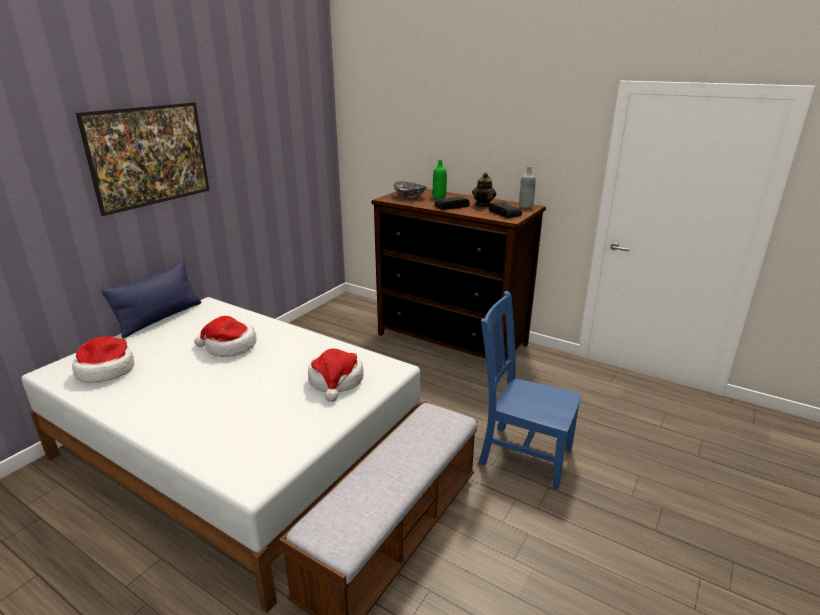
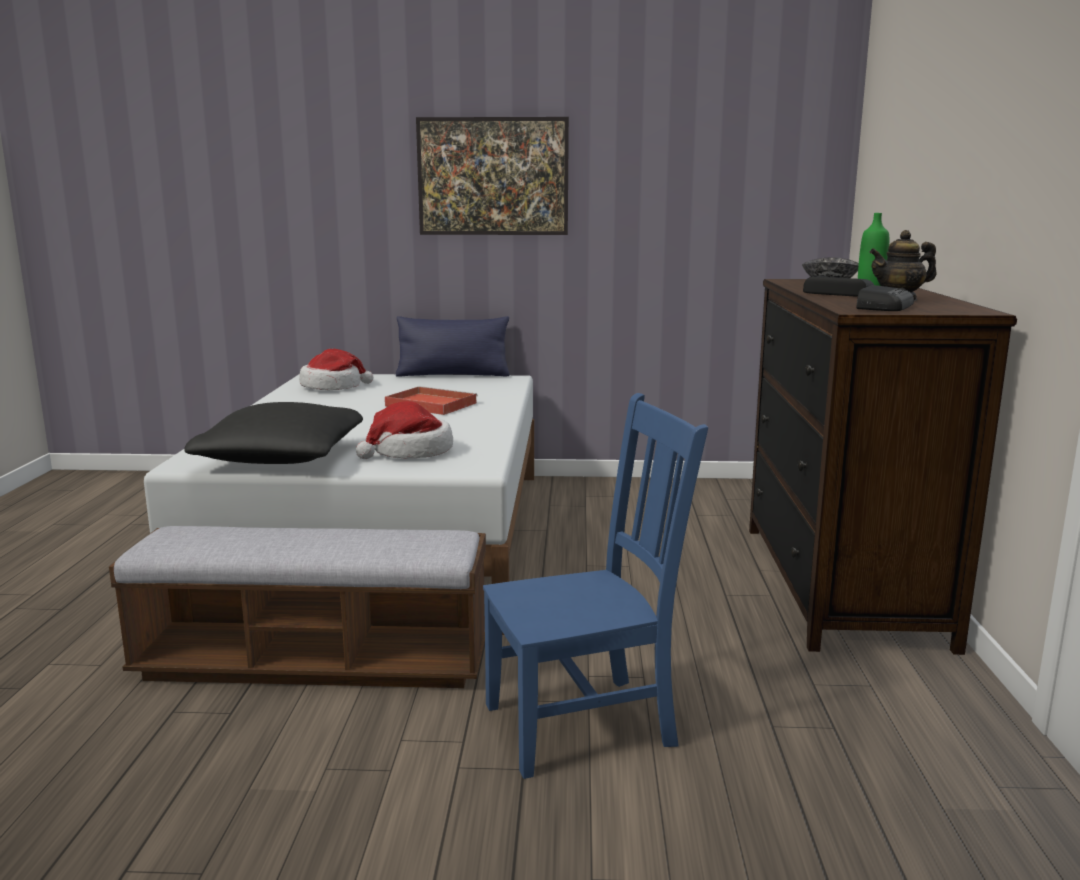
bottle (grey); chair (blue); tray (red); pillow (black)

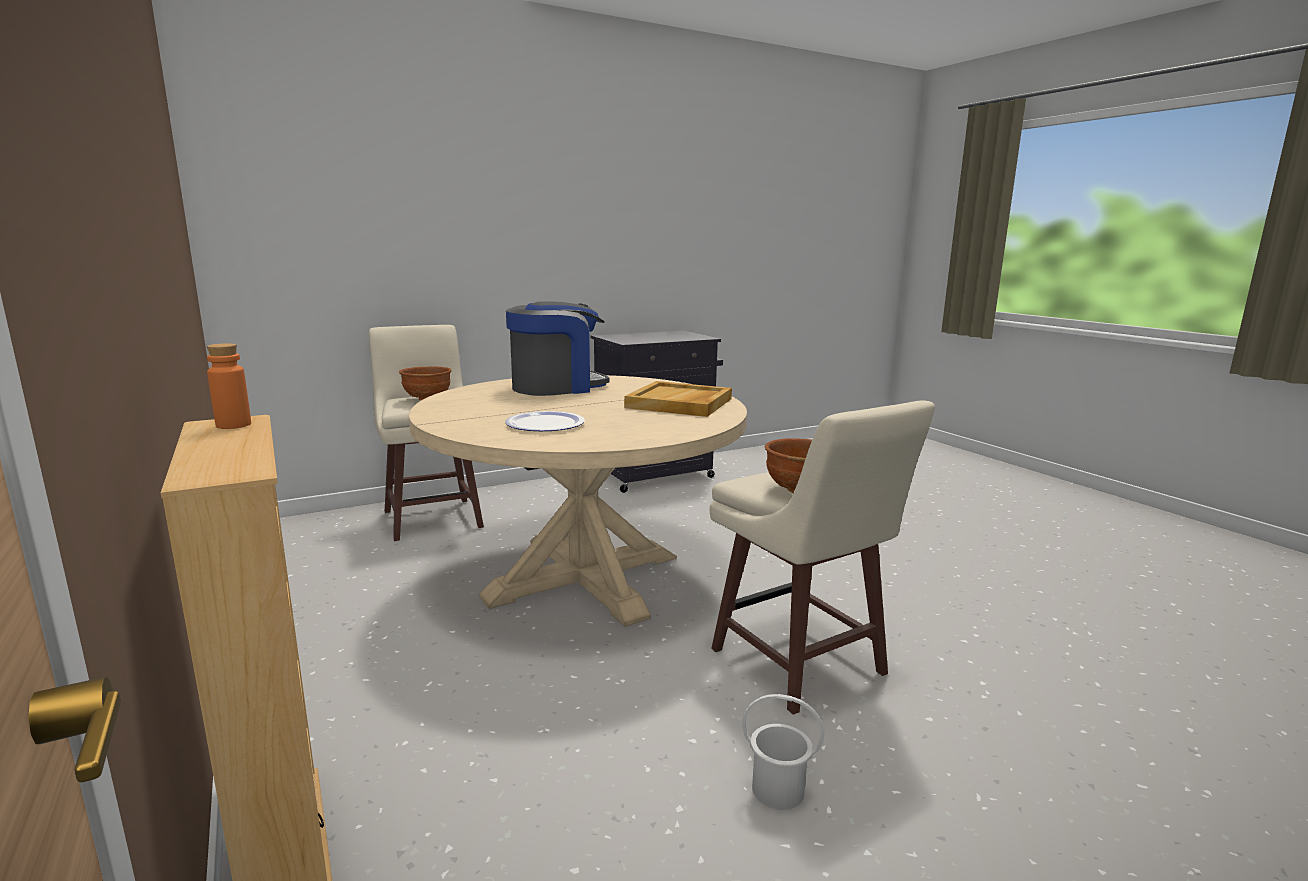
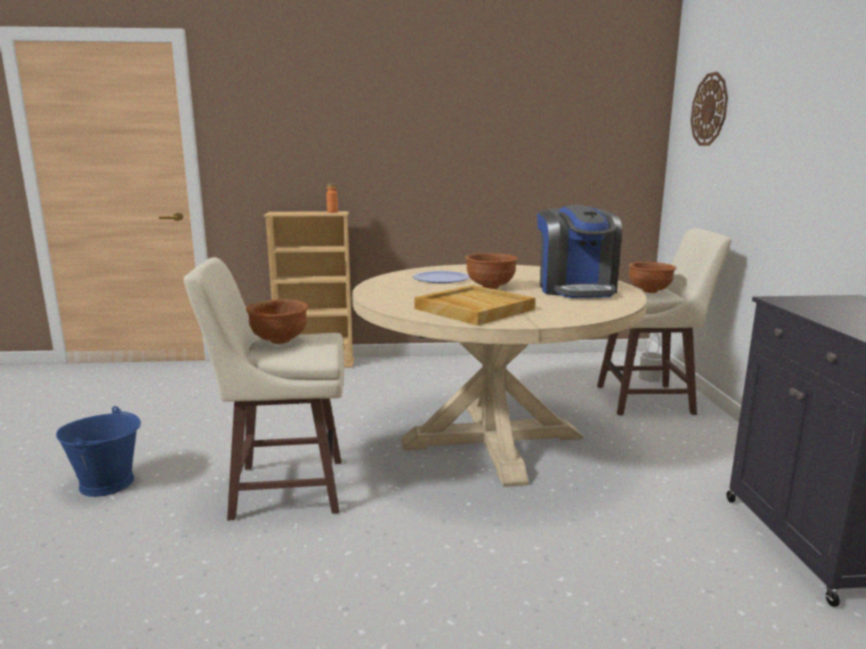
bucket (white); wall clock; bowl (brown) (no. 2 from left); bucket (blue)

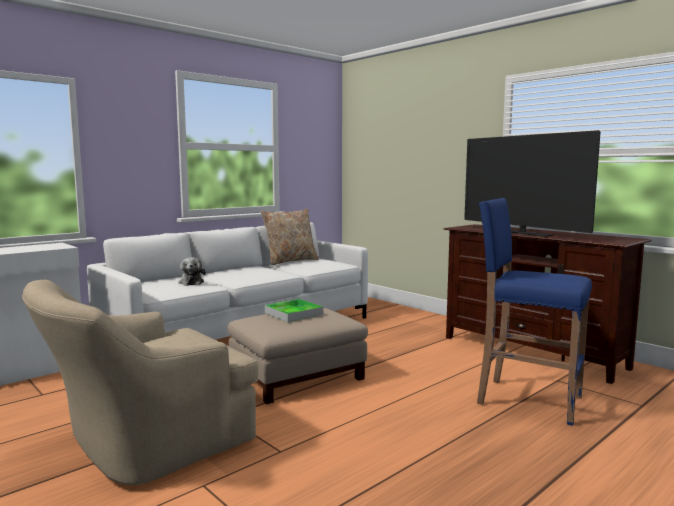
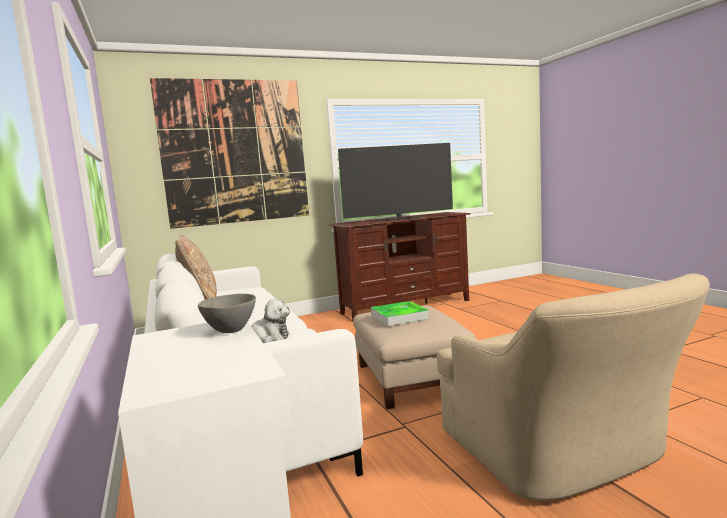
stool (blue); picture; bowl (grey)

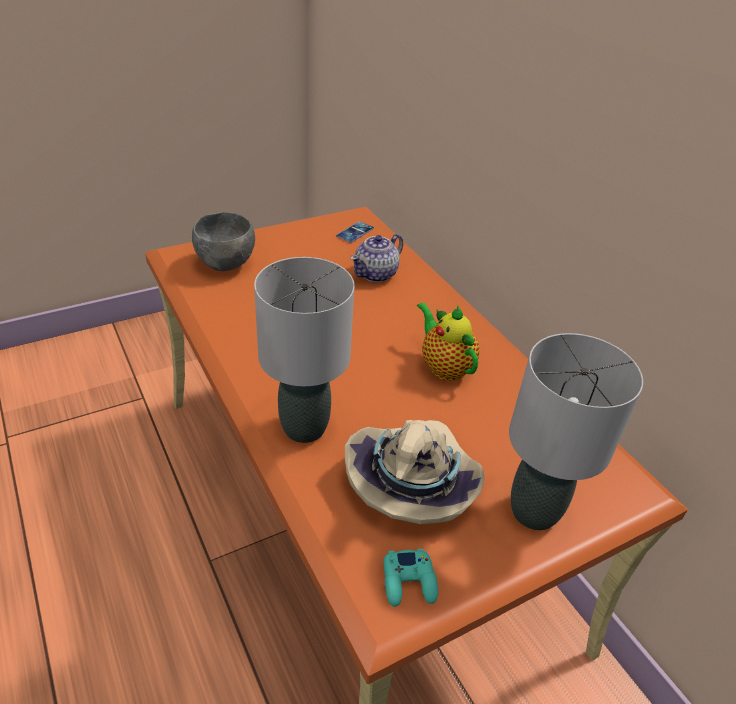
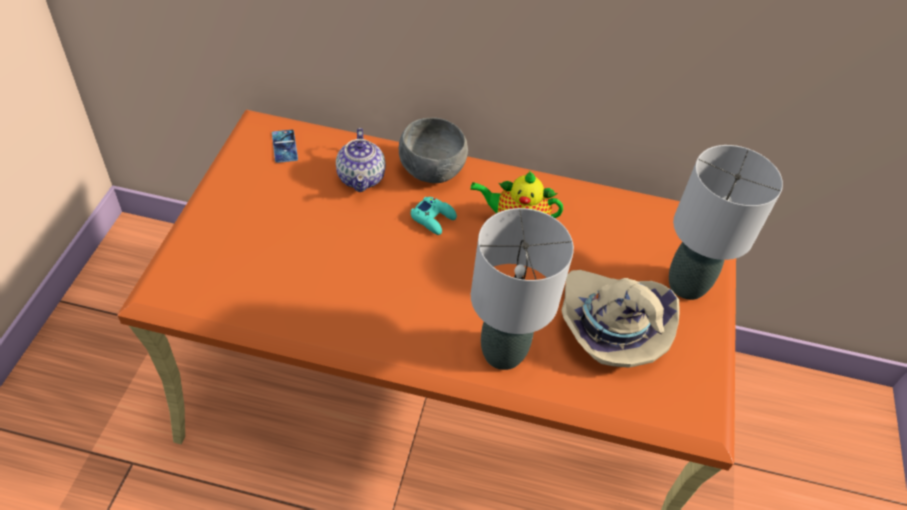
bowl (grey); game controller (turquoise)

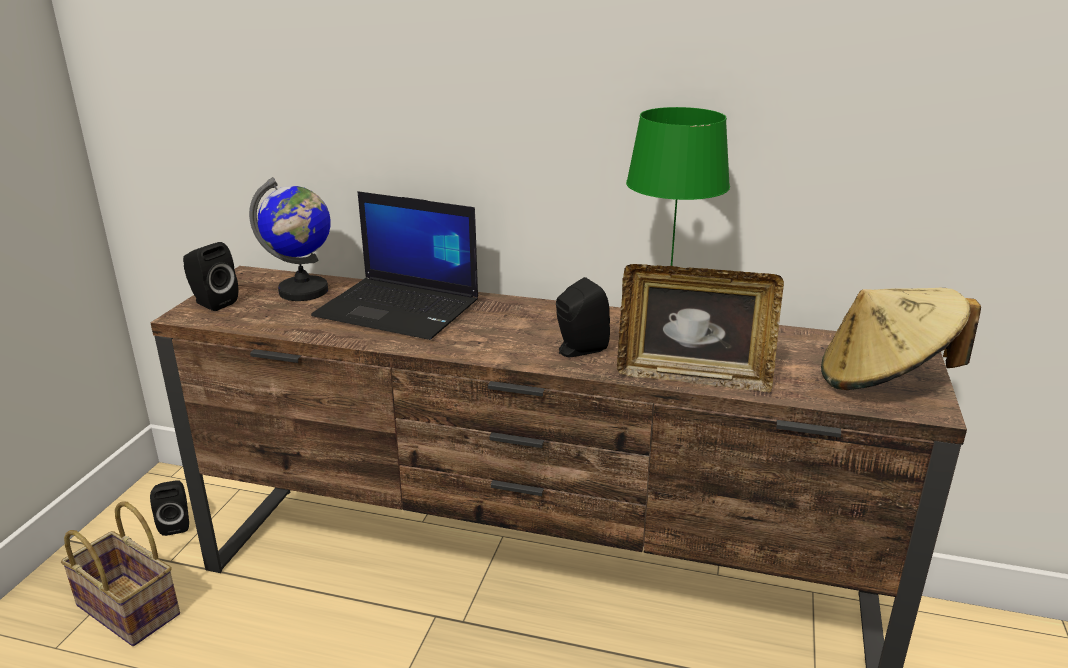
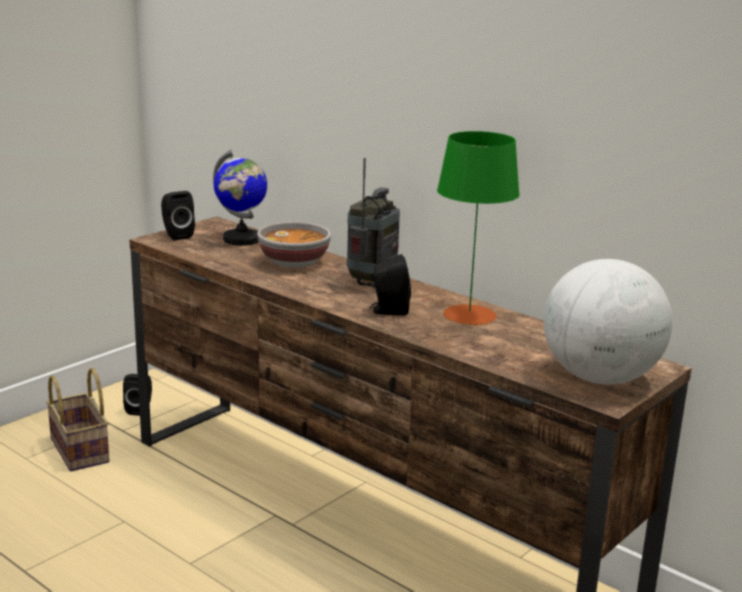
bowl; picture frame; globe (no. 2 from left); radio

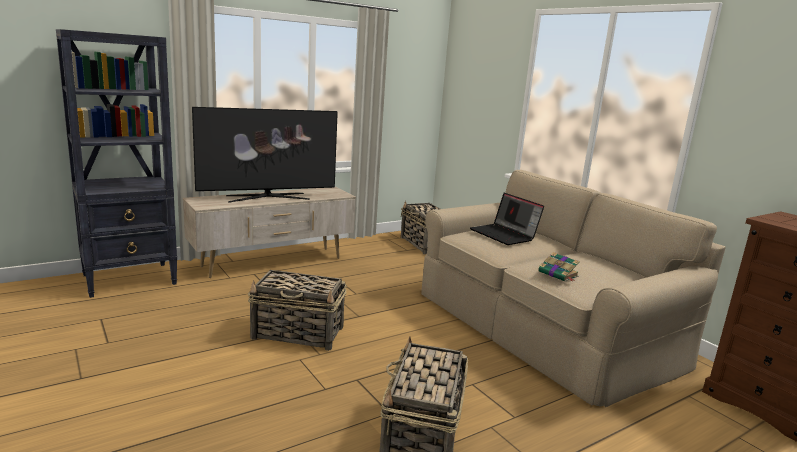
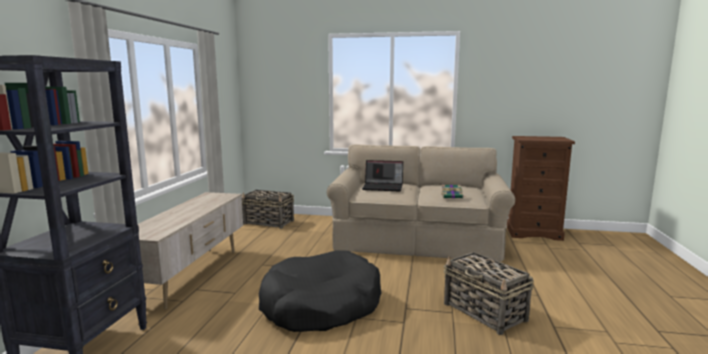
television; dog bed (black)

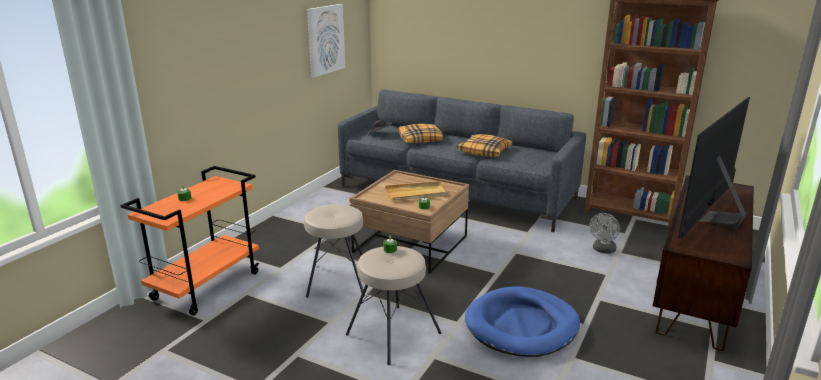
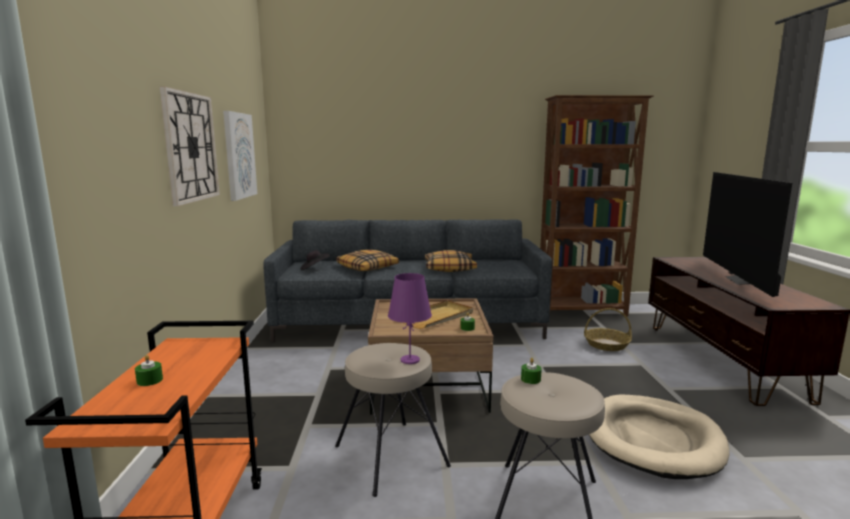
basket; dog bed (beige); wall clock; table lamp (purple)

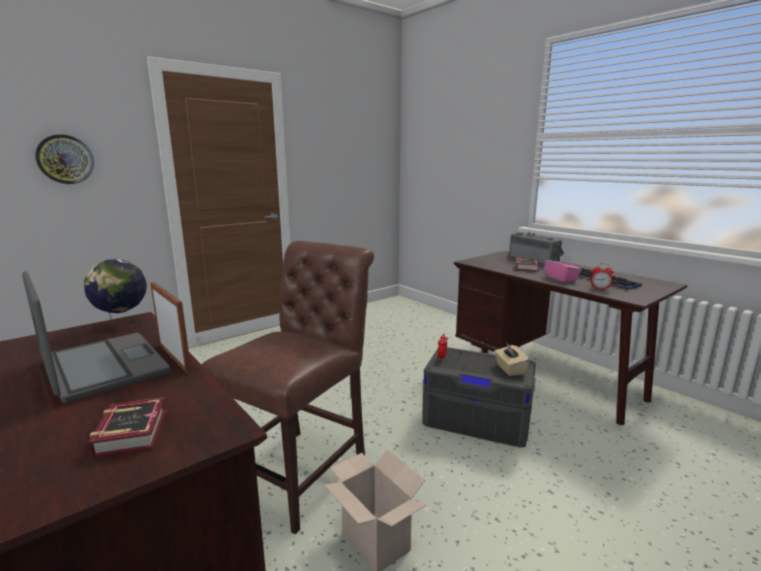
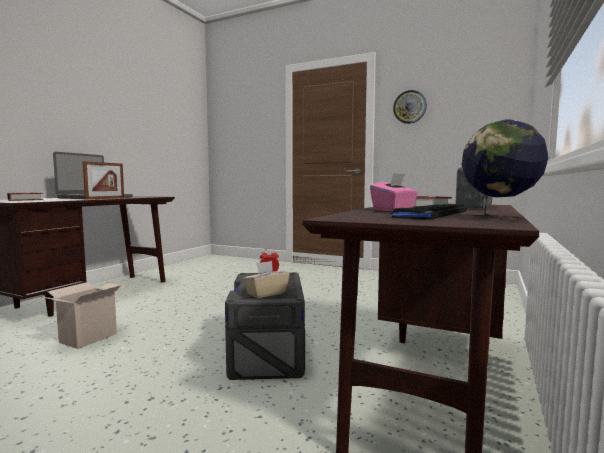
wall clock; chair (brown); globe; alarm clock (no. 2 from left in the first image)

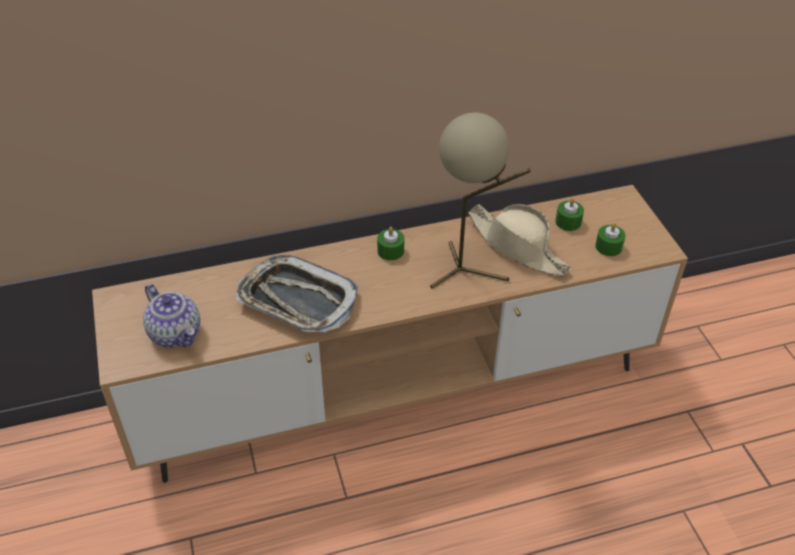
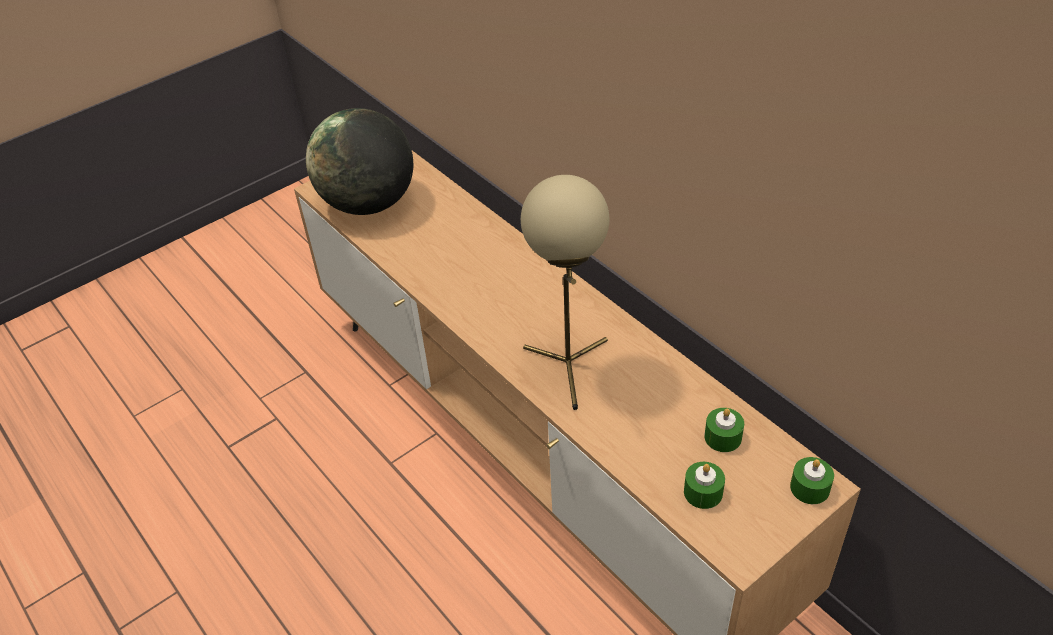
hat (beige); candle (green) (no. 3 from left); tray; globe

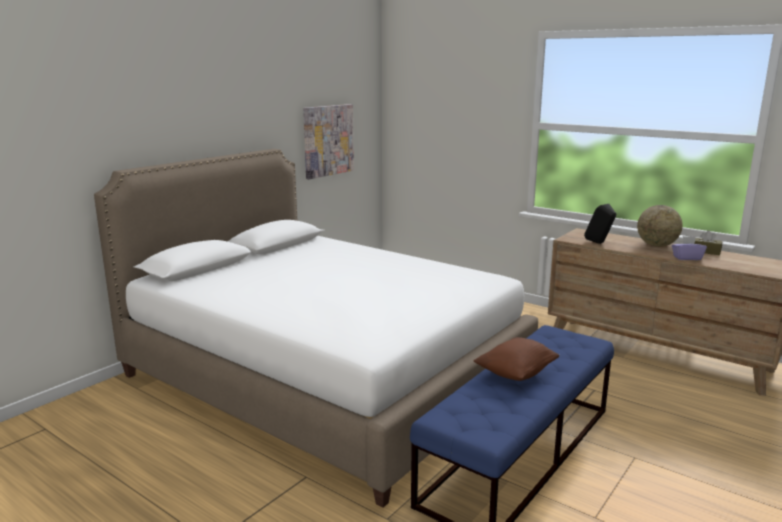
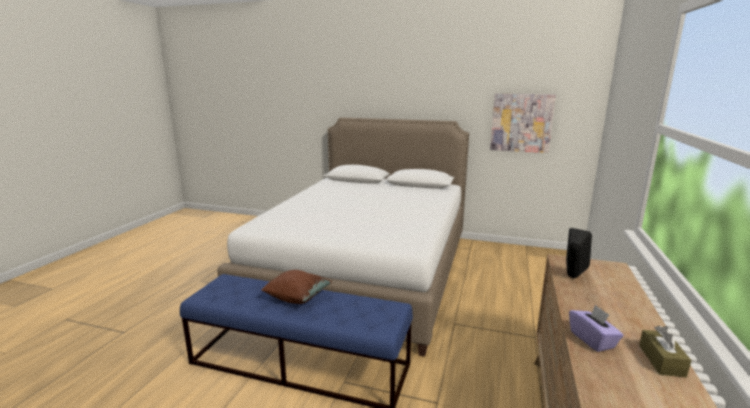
globe

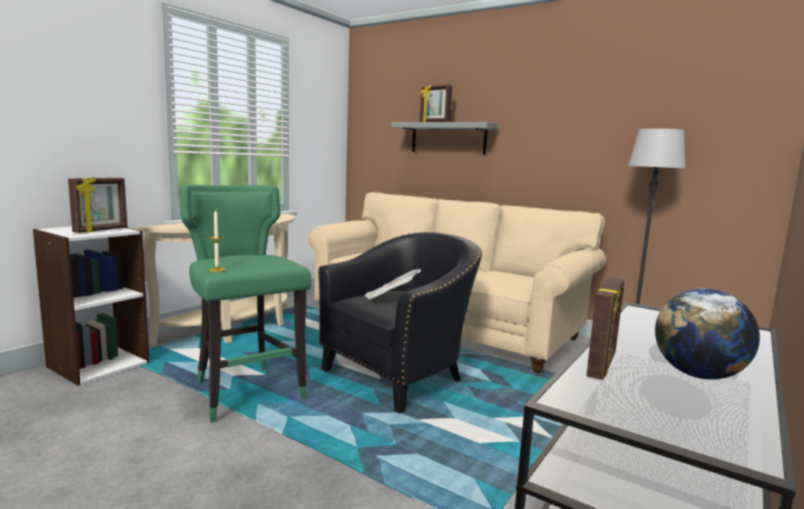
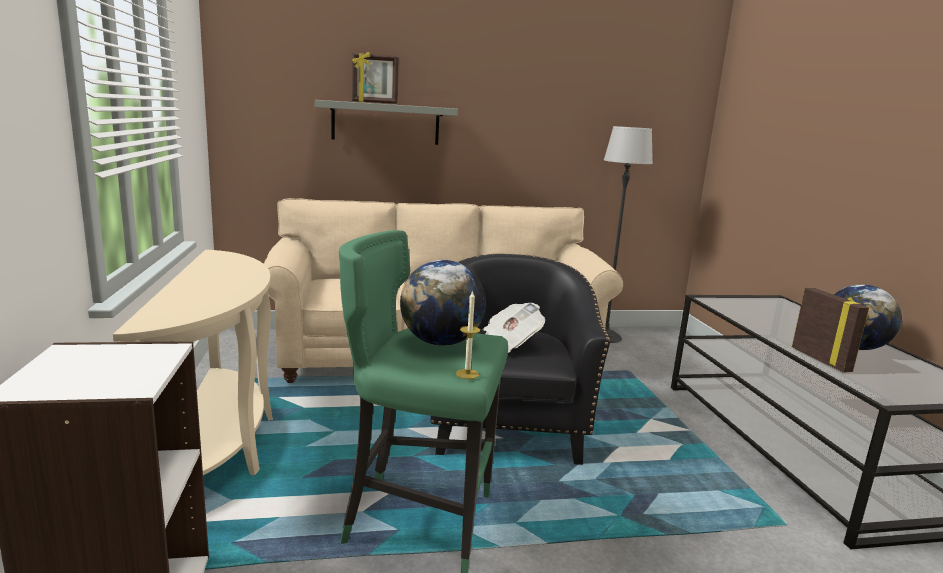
picture frame (no. 1 from left in the first image); globe (no. 1 from left)

